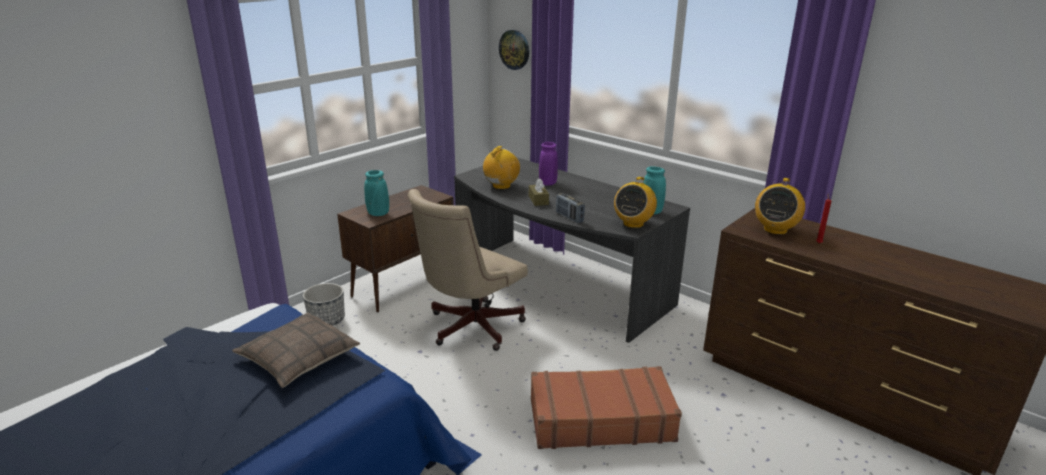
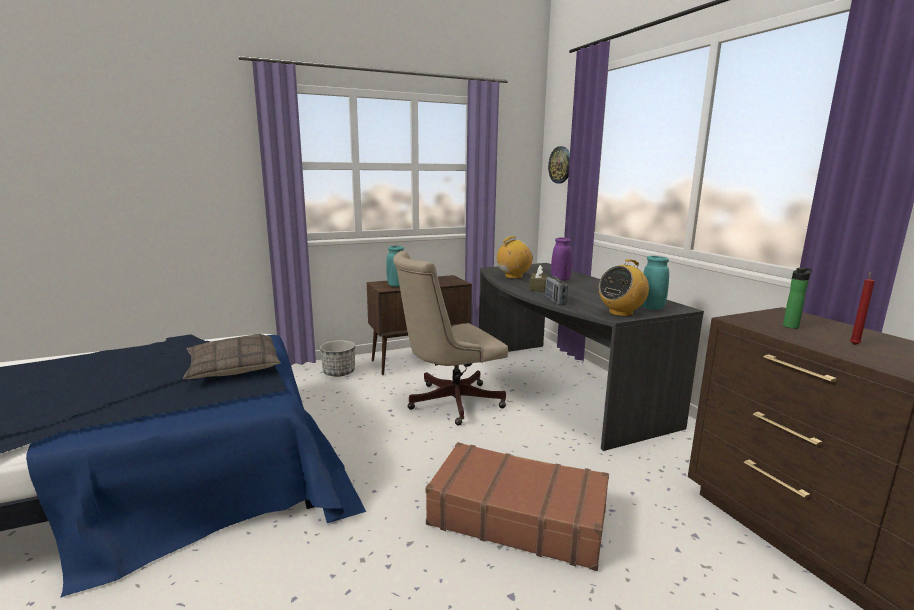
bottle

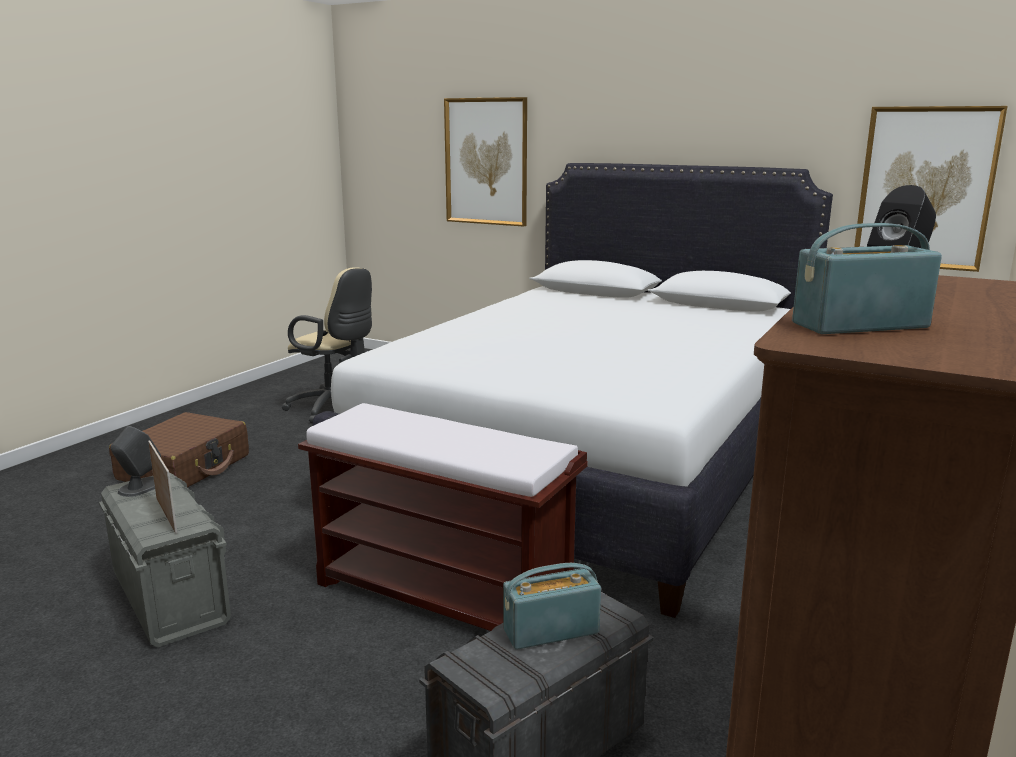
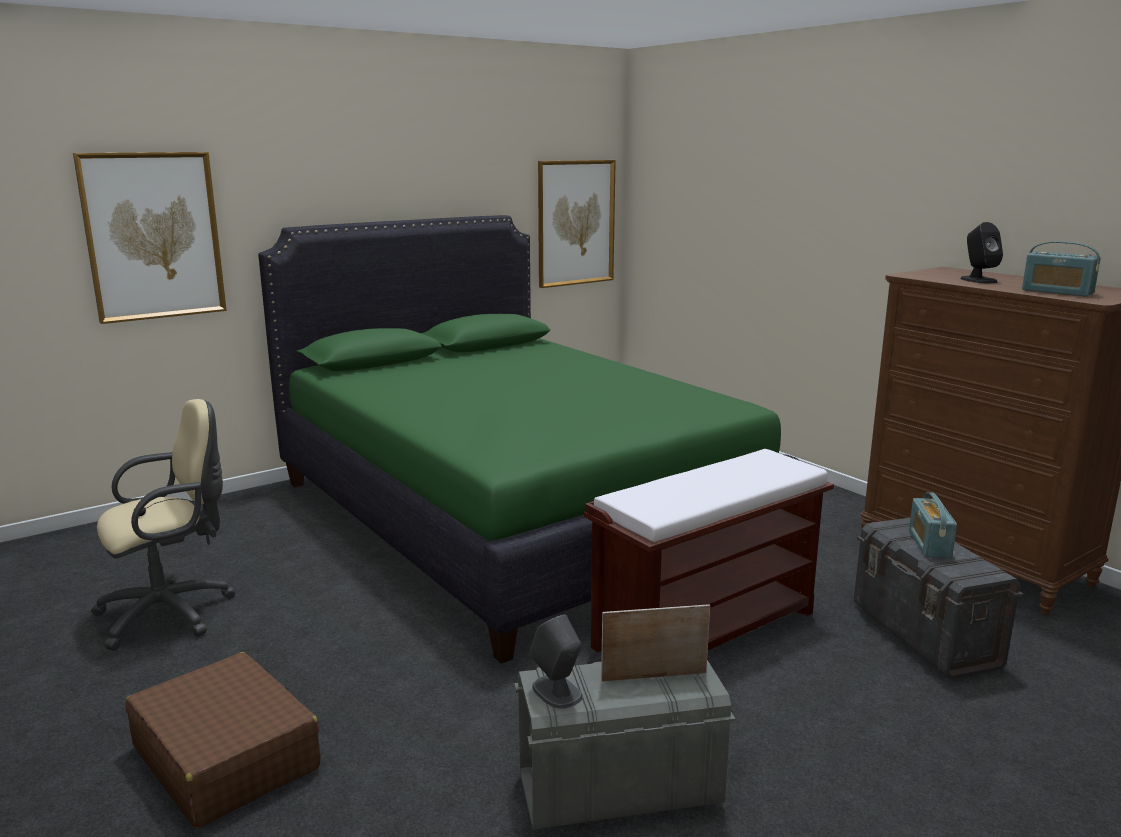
bed (green); radio (no. 2 from left)

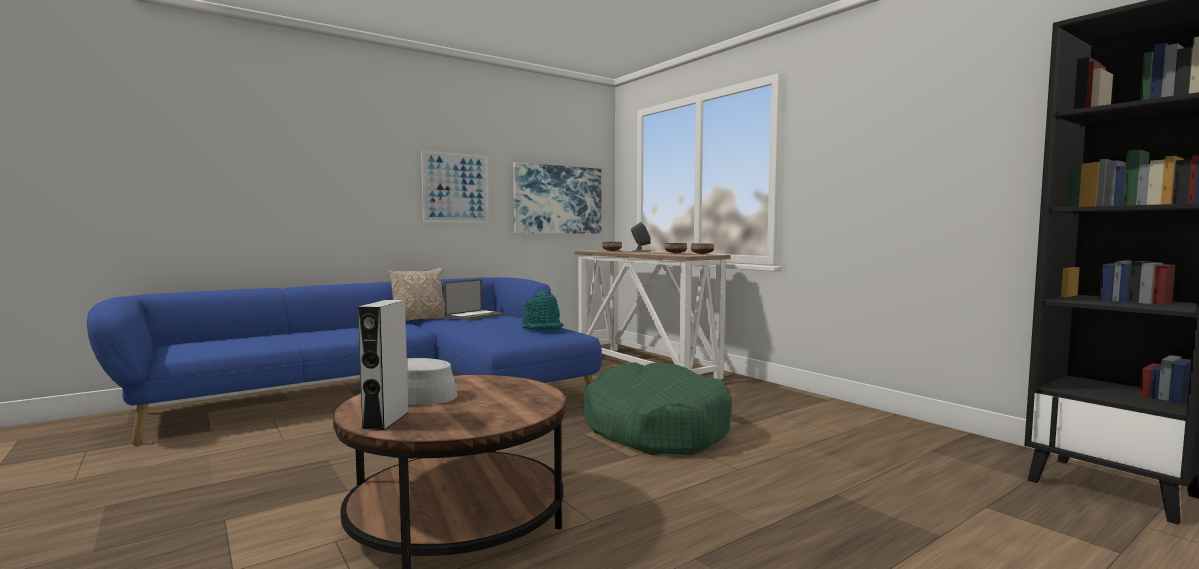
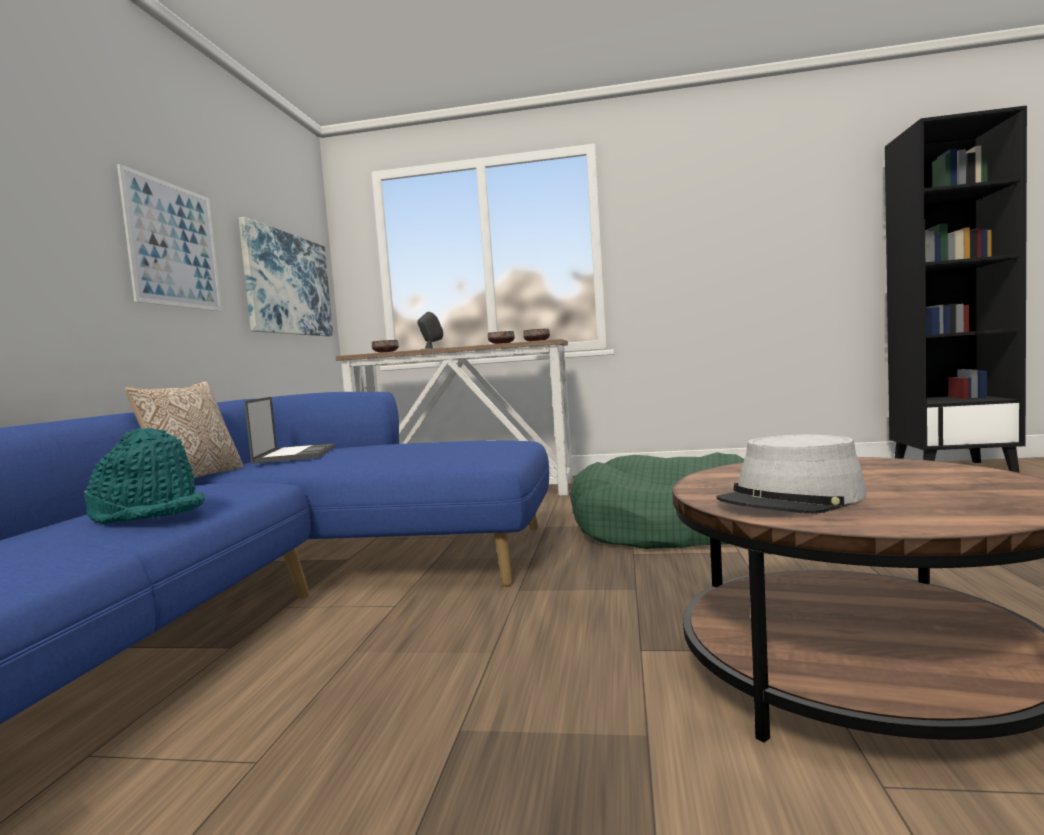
hat (turquoise); speaker (grey) (no. 1 from left in the first image)

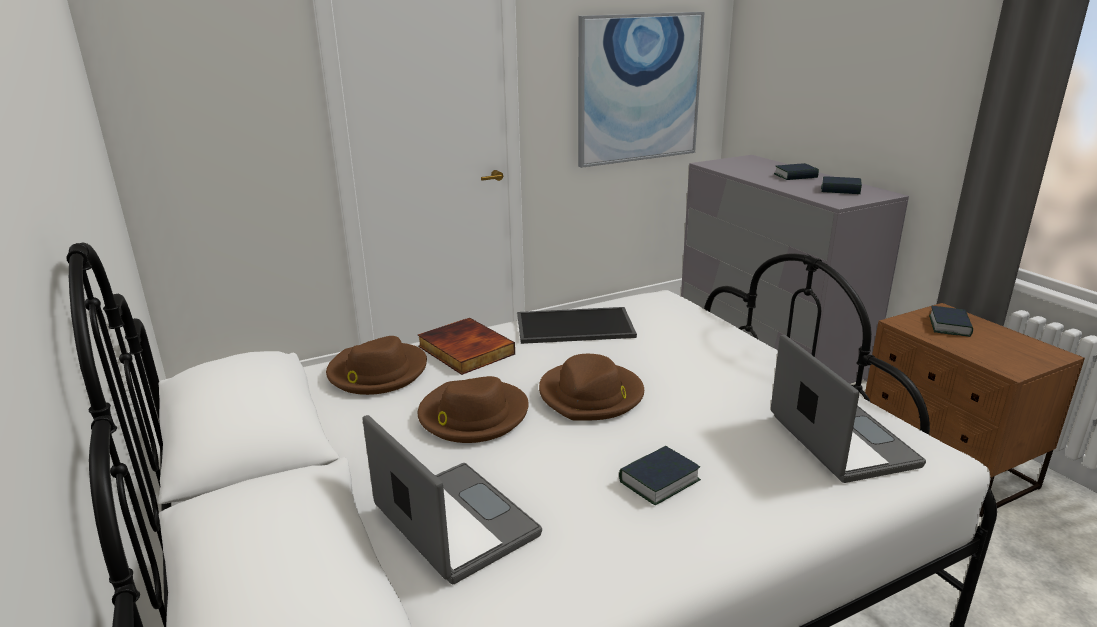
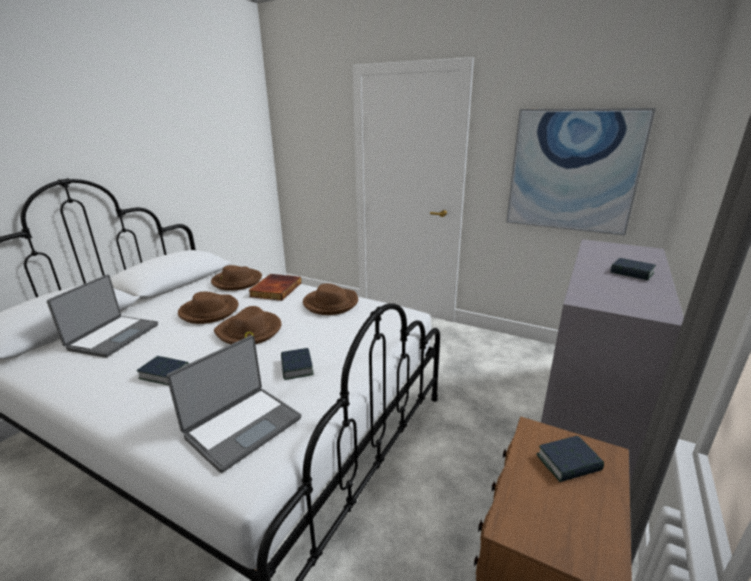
book (no. 3 from left); hat (brown) (no. 4 from left)

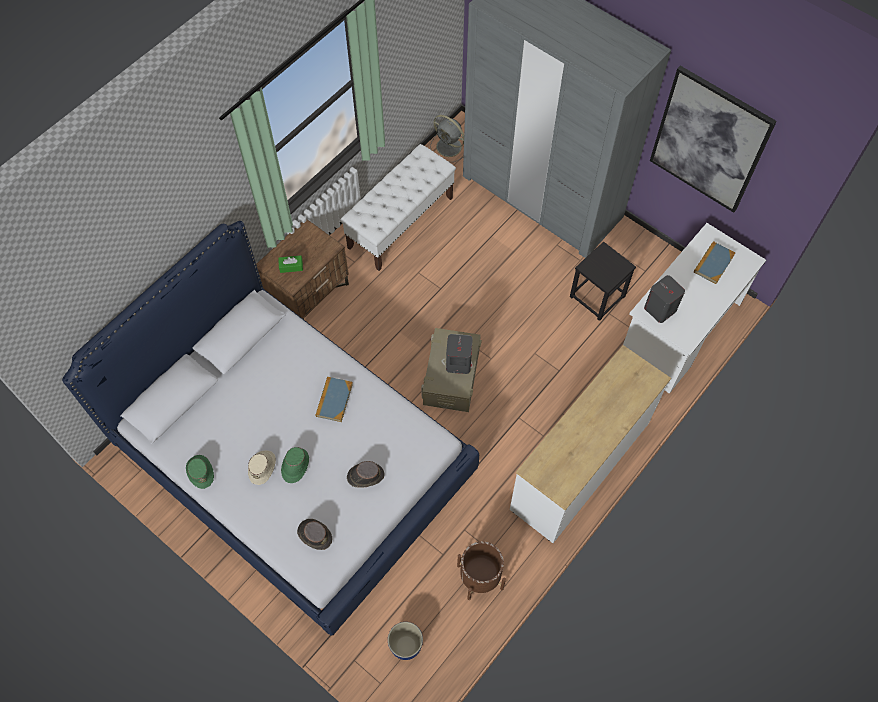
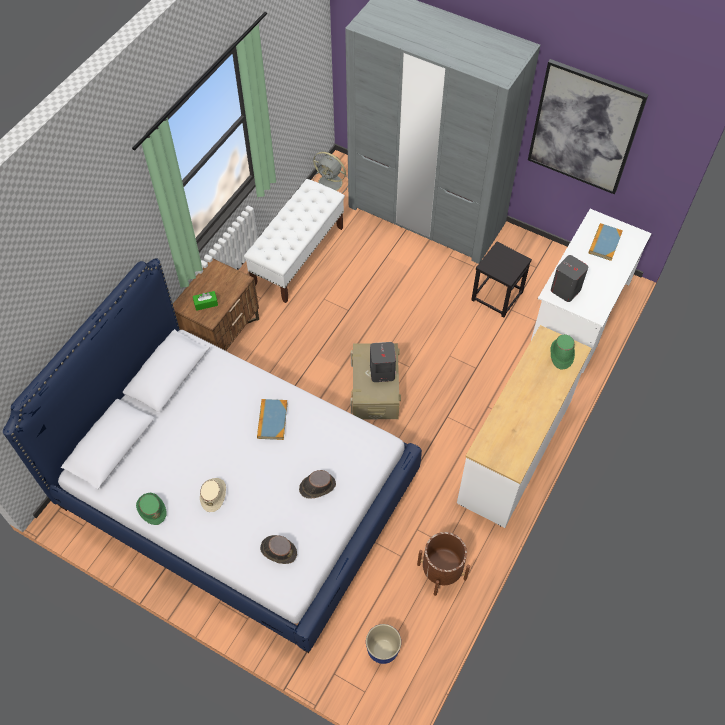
hat (green) (no. 2 from left)

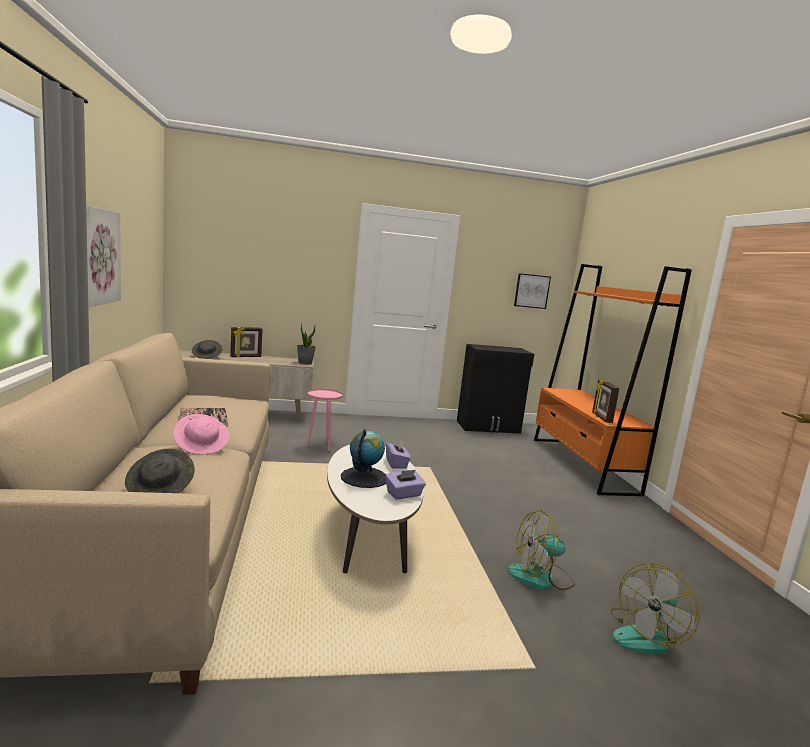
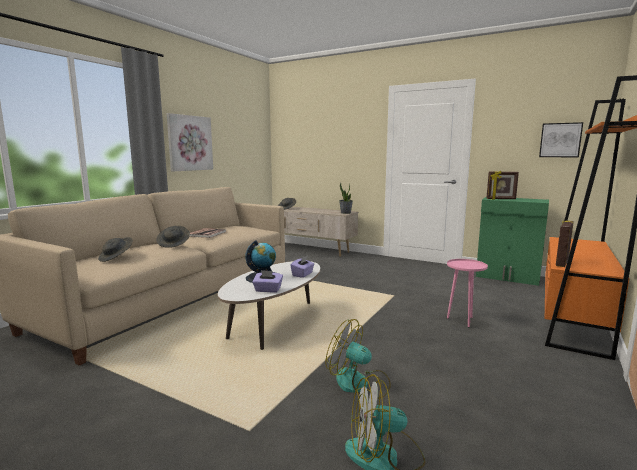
picture frame (no. 1 from left); cabinet (green); side table (pink); hat (grey) (no. 2 from left)

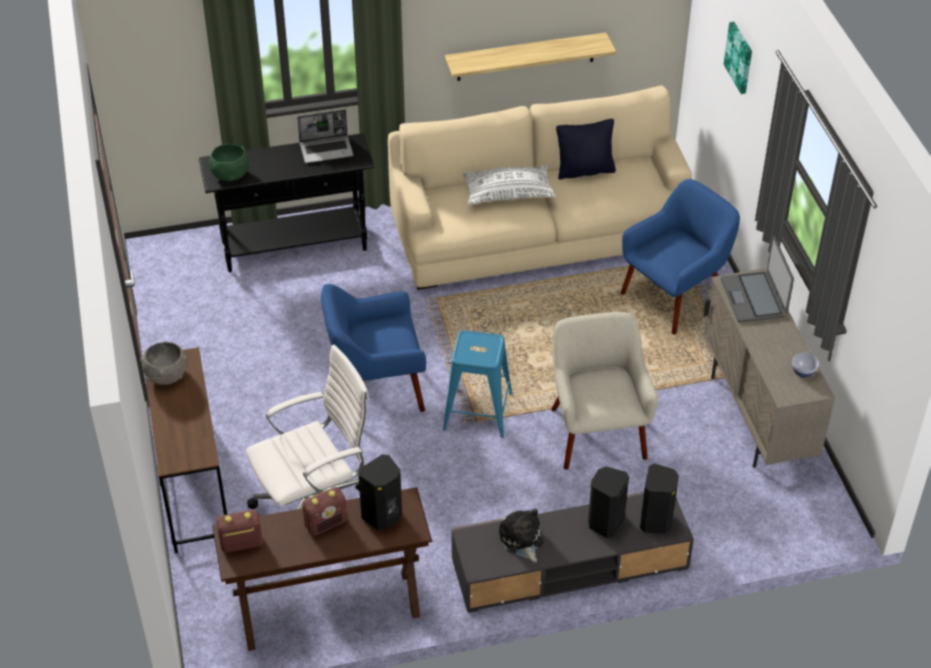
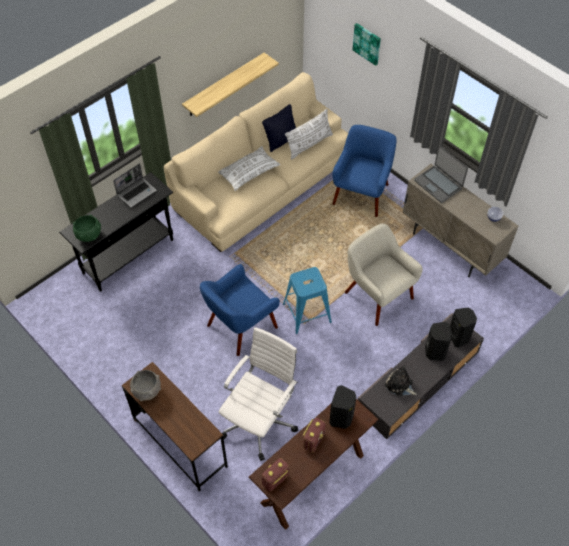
pillow (white) (no. 2 from left)

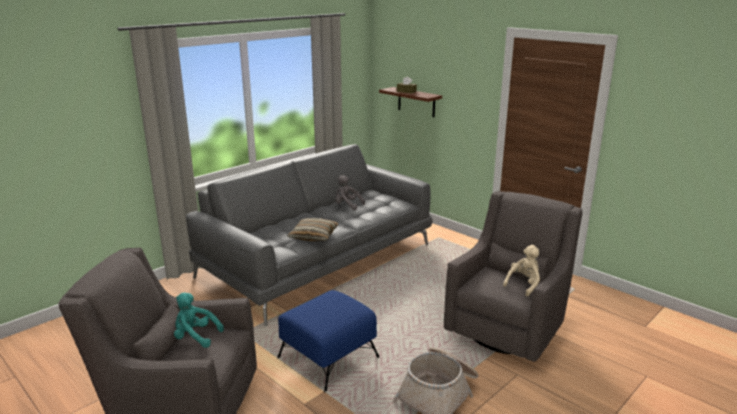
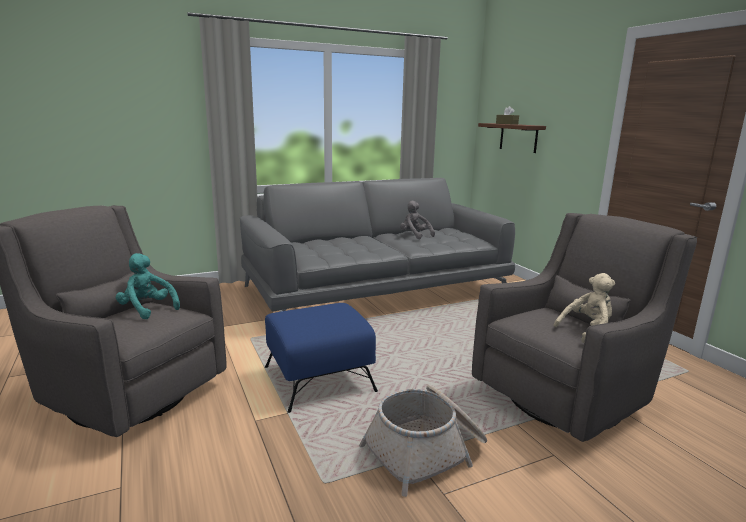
pillow

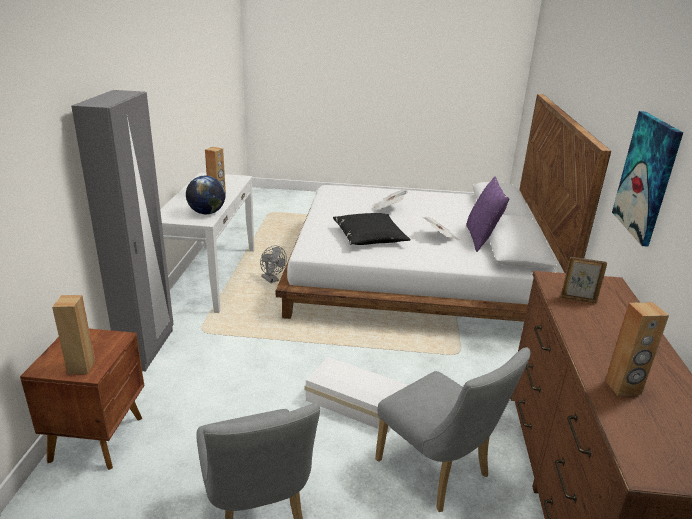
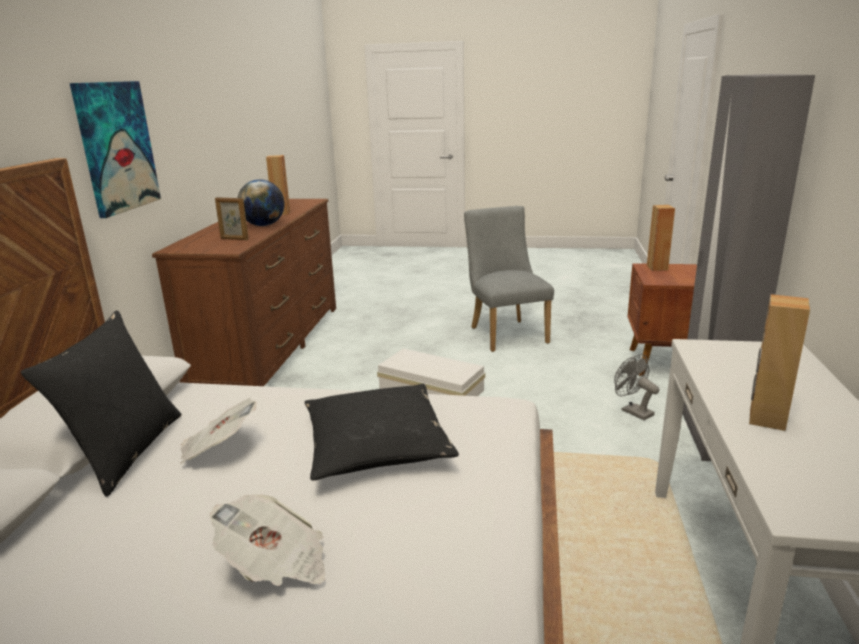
globe; pillow (black) (no. 1 from left); fan (grey); chair (grey) (no. 2 from left in the first image)

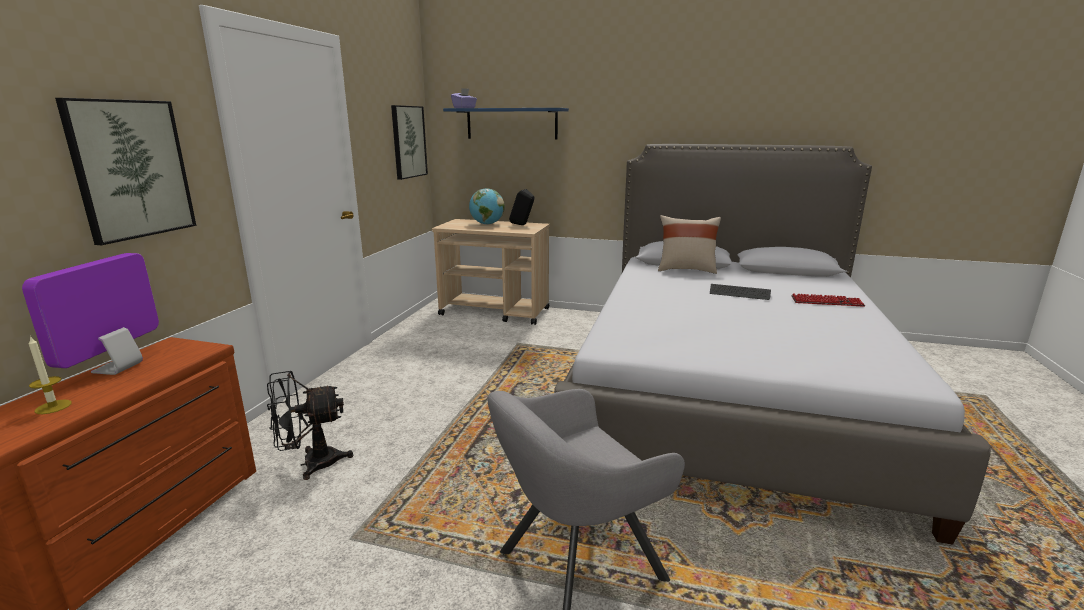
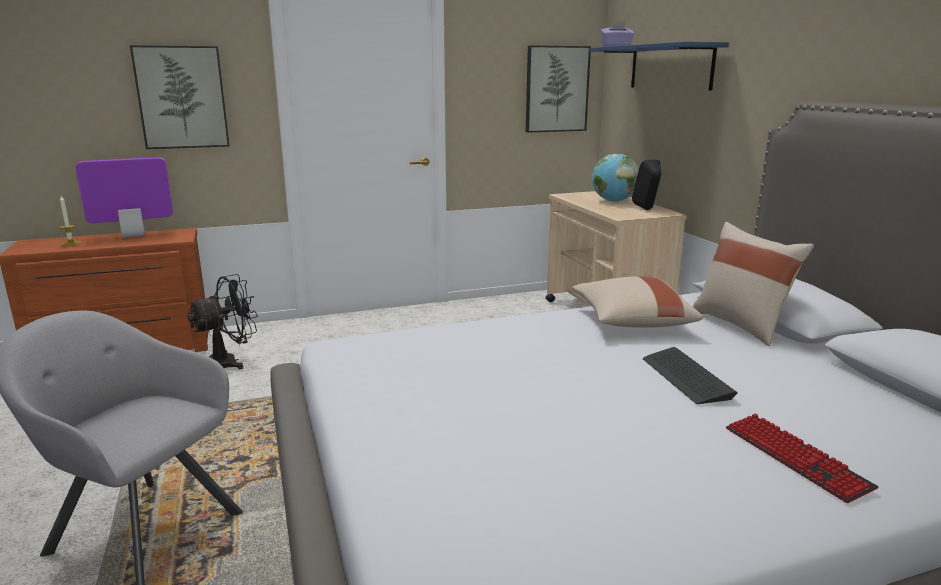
fan (black); pillow (beige) (no. 1 from left)

